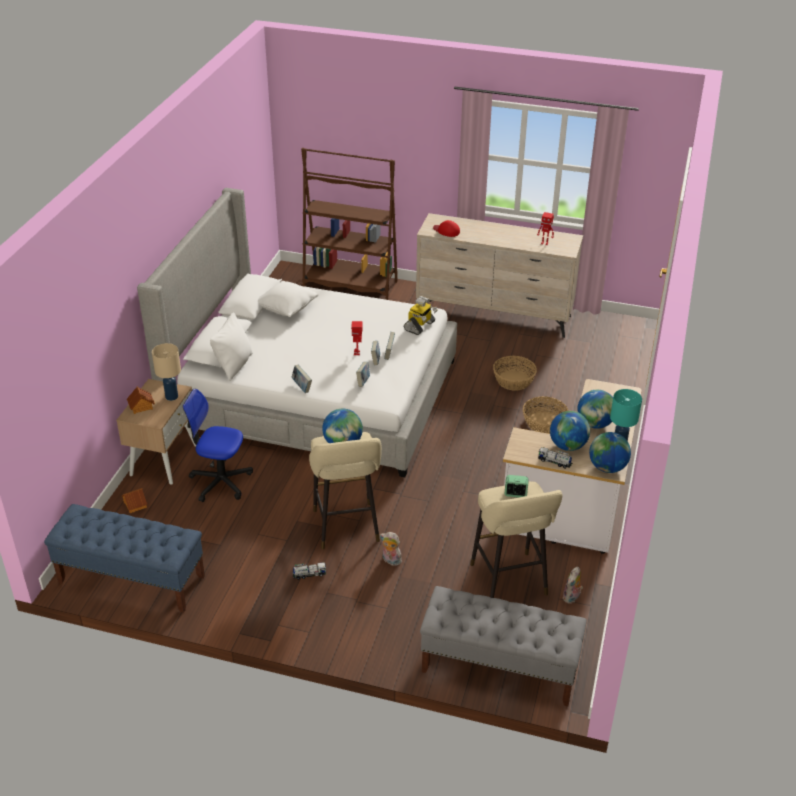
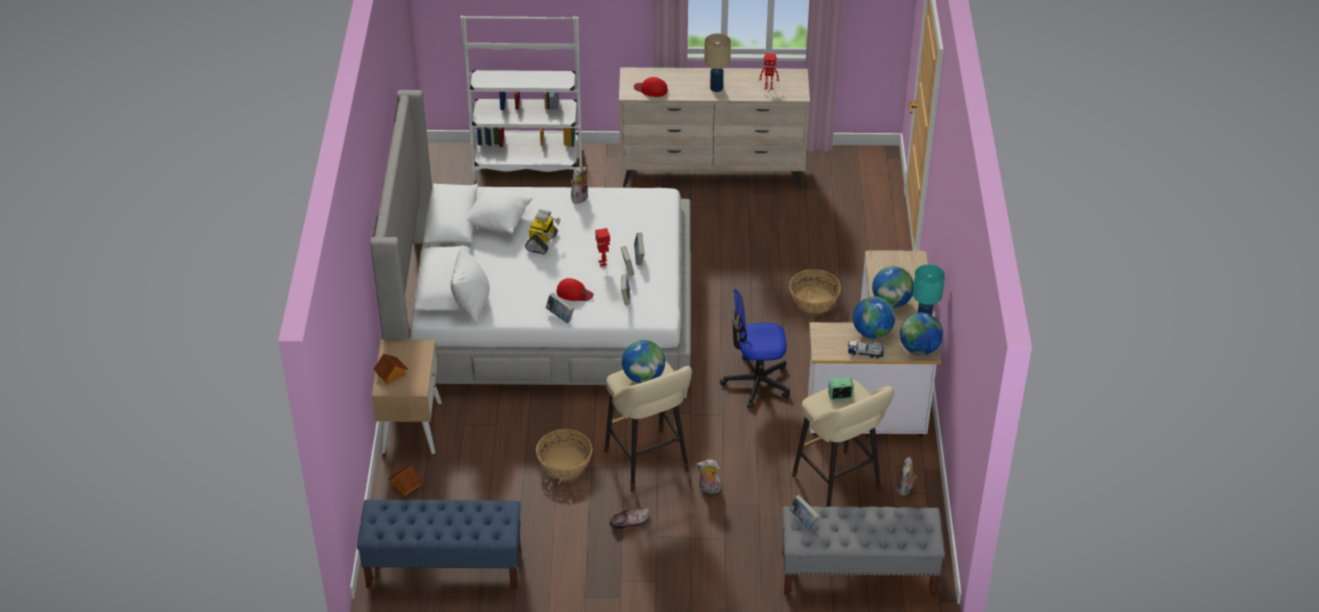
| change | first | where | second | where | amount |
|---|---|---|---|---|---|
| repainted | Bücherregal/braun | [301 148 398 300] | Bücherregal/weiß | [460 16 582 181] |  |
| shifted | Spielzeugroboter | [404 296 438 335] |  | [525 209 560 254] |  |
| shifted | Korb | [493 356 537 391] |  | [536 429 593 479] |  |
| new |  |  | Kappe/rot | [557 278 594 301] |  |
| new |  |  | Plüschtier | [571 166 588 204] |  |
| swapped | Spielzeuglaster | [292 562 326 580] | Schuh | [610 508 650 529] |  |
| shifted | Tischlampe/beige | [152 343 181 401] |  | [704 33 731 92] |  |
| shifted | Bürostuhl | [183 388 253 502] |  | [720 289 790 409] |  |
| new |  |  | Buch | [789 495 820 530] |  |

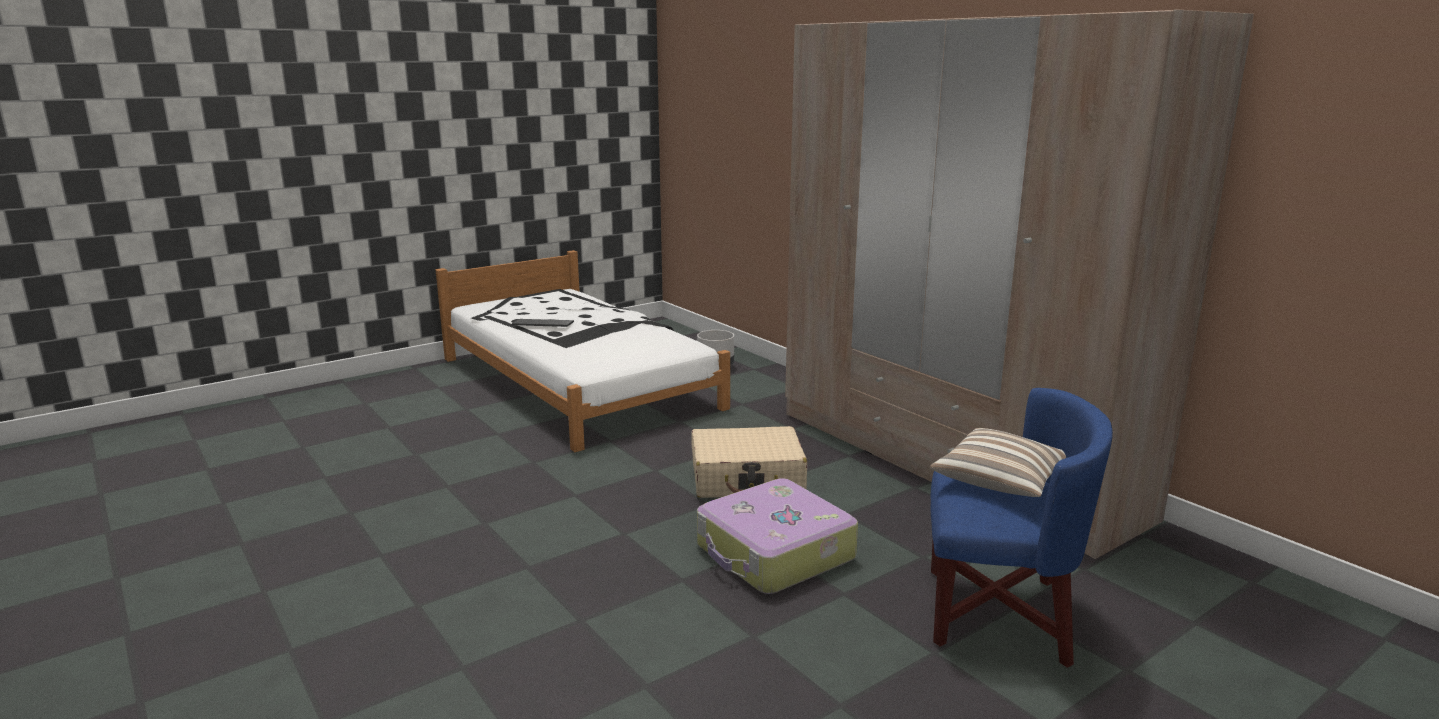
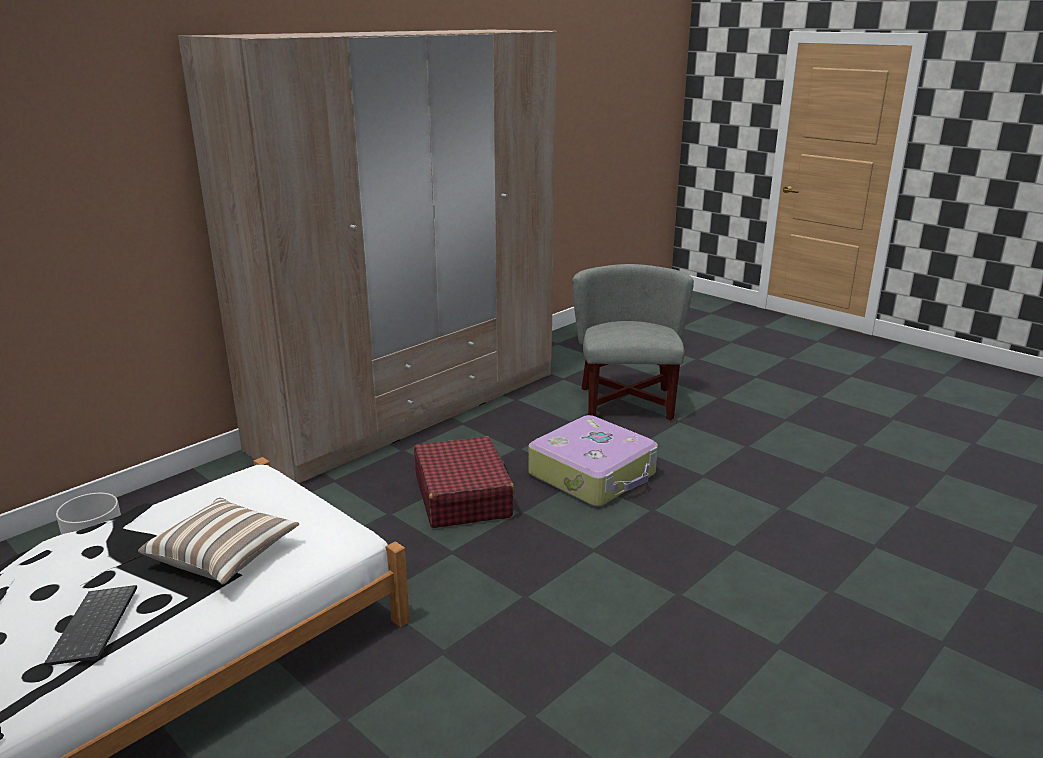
| change | first | where | second | where | amount |
|---|---|---|---|---|---|
| shifted | Kissen | [930 428 1066 497] |  | [138 498 299 585] |  |
| repainted | Koffer/beige | [691 426 807 498] | Koffer/rot | [414 436 514 528] |  |
| repainted | Sessel/blau | [931 388 1113 668] | Sessel/grau | [572 264 694 420] |  |

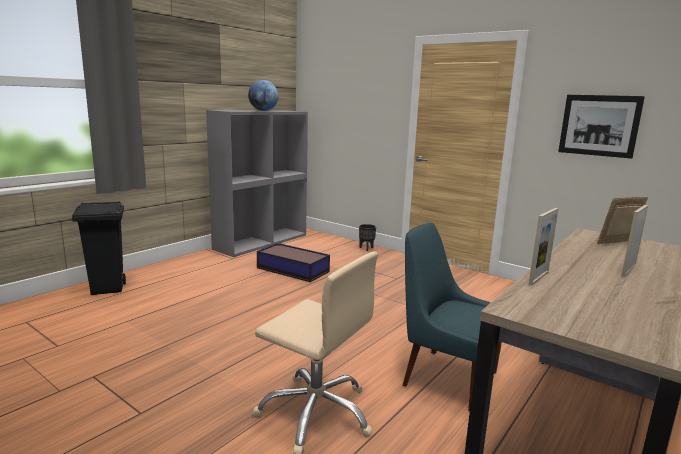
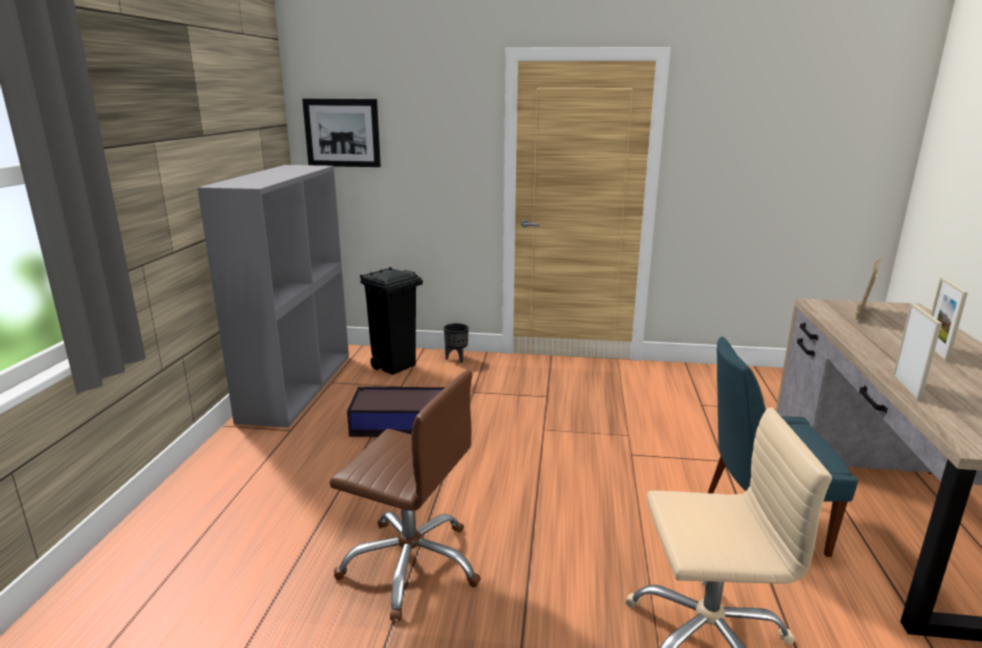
| change | first | where | second | where | amount |
|---|---|---|---|---|---|
| shifted | Bild | [558 95 645 159] |  | [302 99 381 167] |  |
| new |  |  | Bürostuhl/braun | [330 370 481 621] |  |
| shifted | Mülleimer/schwarz | [72 201 126 295] |  | [360 267 423 375] |  |
| gone | Globus | [248 80 278 111] |  |  |  |

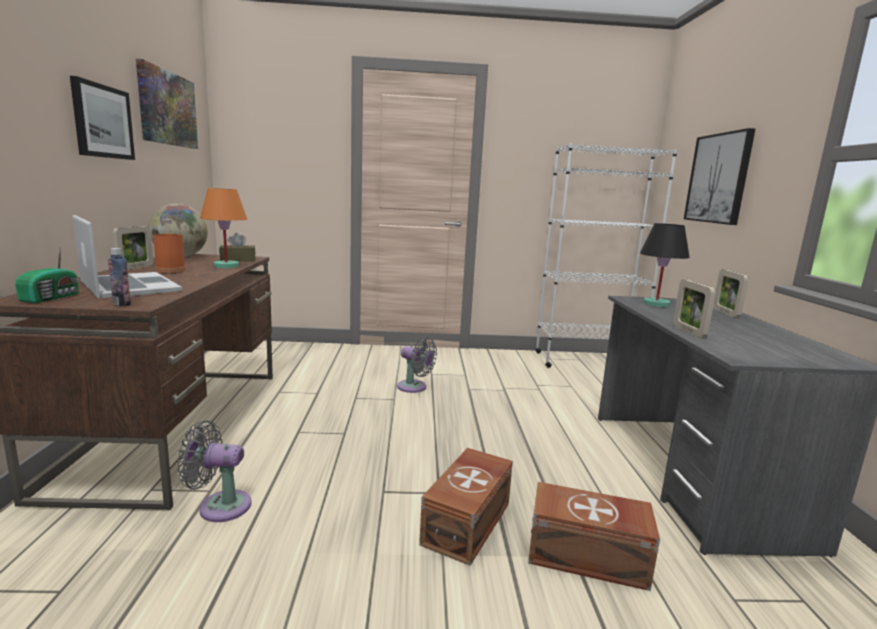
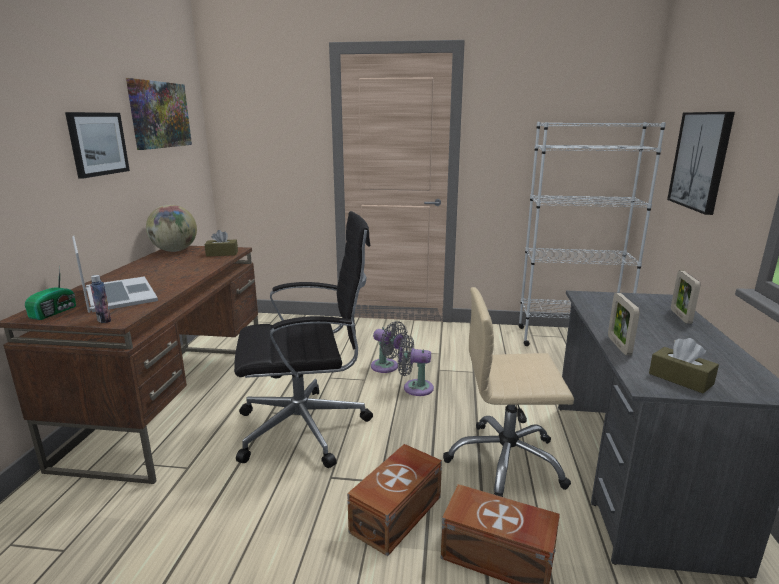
| change | first | where | second | where | amount |
|---|---|---|---|---|---|
| new |  |  | Bürostuhl/schwarz | [234 211 373 468] |  |
| shifted | Ventilator/grau | [177 421 252 522] |  | [398 335 434 396] |  |
| new |  |  | Bürostuhl/beige | [443 287 574 497] |  |
| new |  |  | Taschentuchbox/braun | [649 338 719 393] |  |
| gone | Bilderrahmen | [113 226 153 270] |  |  |  |
| gone | Flasche/orange | [153 219 186 273] |  |  |  |
| gone | Tischlampe/orange | [200 188 247 268] |  |  |  |
| gone | Tischlampe/schwarz | [640 223 690 307] |  |  |  |

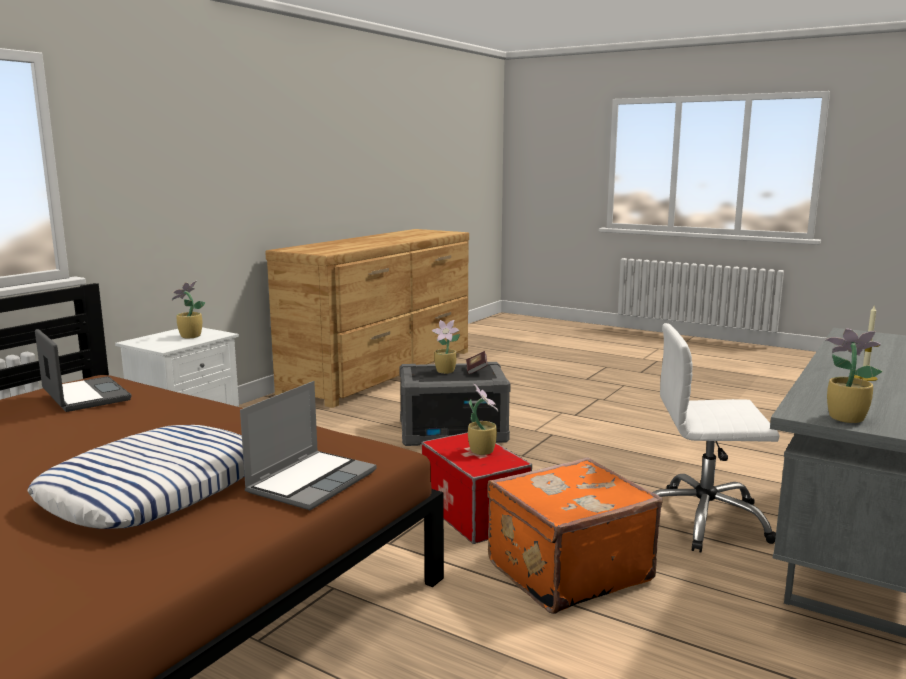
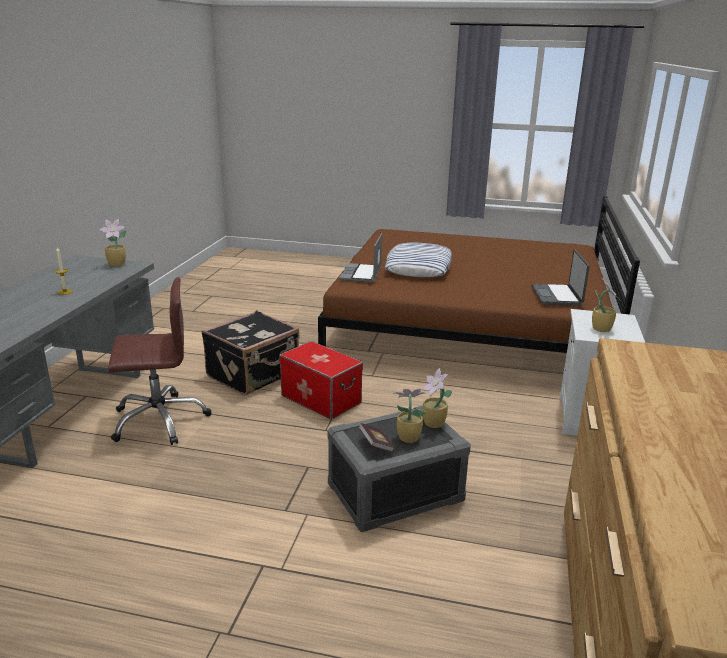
| change | first | where | second | where | amount |
|---|---|---|---|---|---|
| repainted | Bürostuhl/weiß | [653 323 779 552] | Bürostuhl/braun | [108 277 211 445] |  |
| repainted | Koffer/orange | [487 457 663 614] | Koffer/schwarz | [201 310 299 395] |  |
| shifted | Topfpflanze | [468 384 498 455] |  | [422 368 452 428] |  |
| rotated | Laptop | [35 329 132 412] |  | [532 250 590 306] | 60 degrees clockwise |

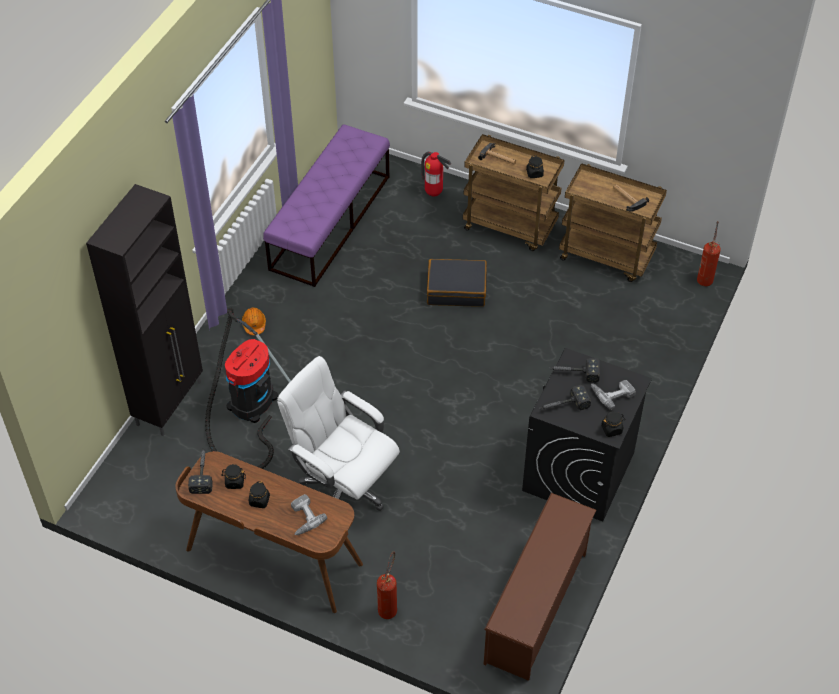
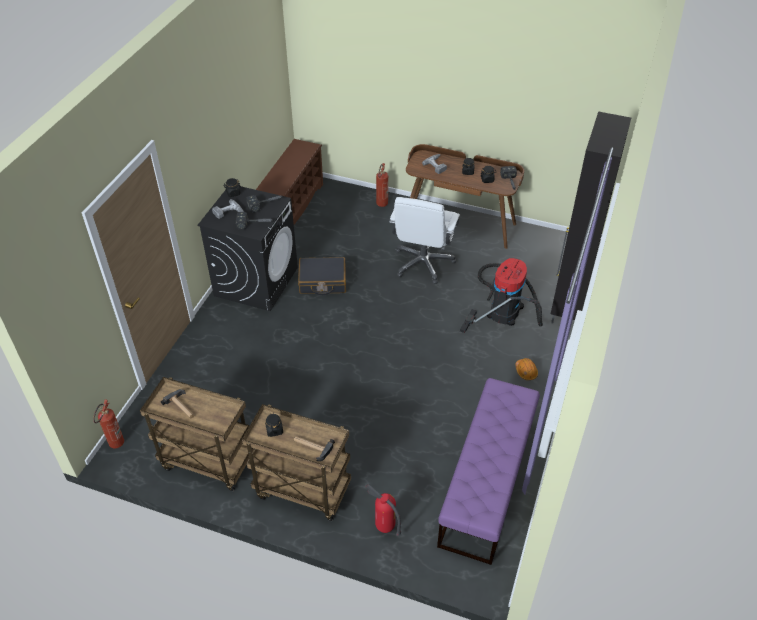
| change | first | where | second | where | amount |
|---|---|---|---|---|---|
| shifted | Koffer/schwarz | [427 259 487 307] |  | [298 257 346 295] |  |
| rotated | Bürostuhl/weiß | [277 356 400 511] |  | [389 197 460 284] | 75 degrees clockwise |

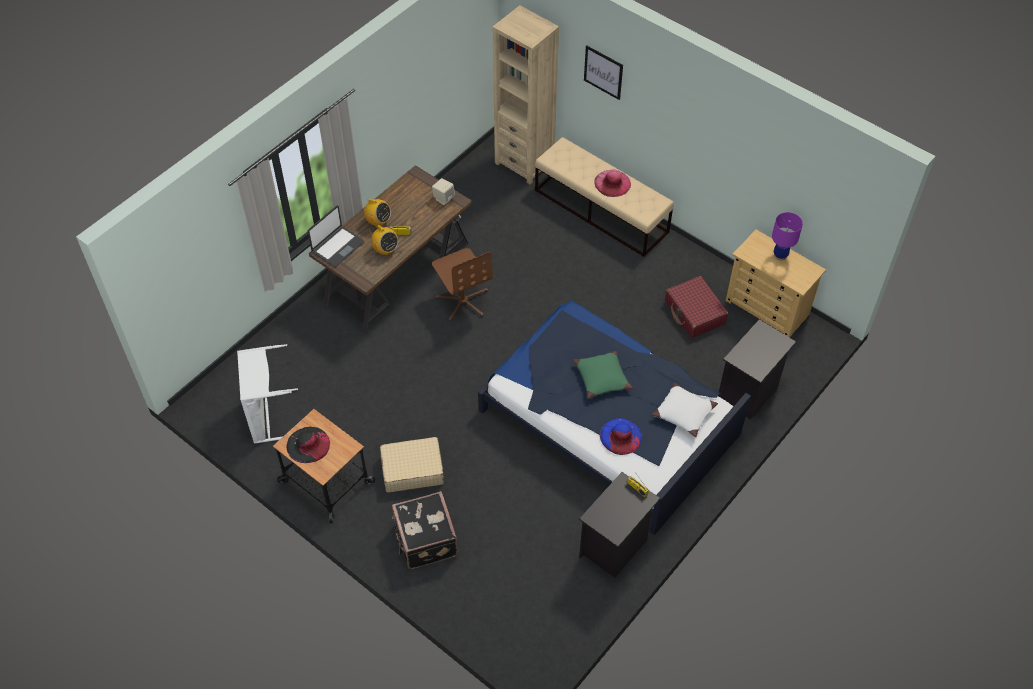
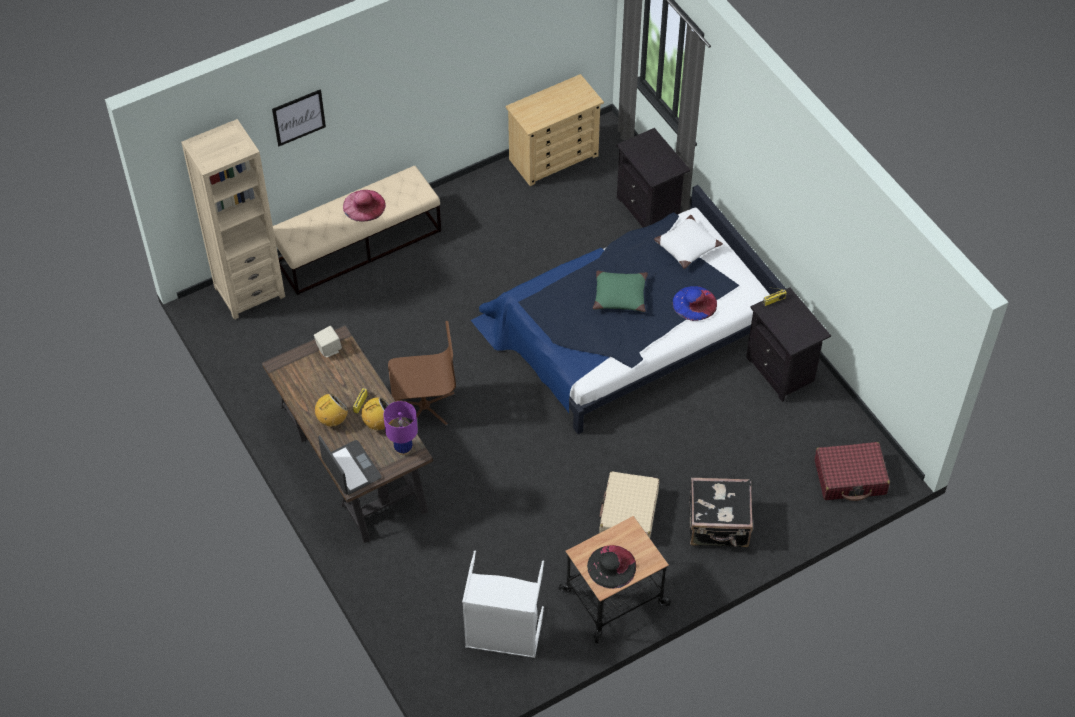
| change | first | where | second | where | amount |
|---|---|---|---|---|---|
| shifted | Tischlampe/lila | [772 212 803 260] |  | [384 401 418 455] |  |
| shifted | Koffer/rot | [665 276 728 338] |  | [815 442 890 501] |  |

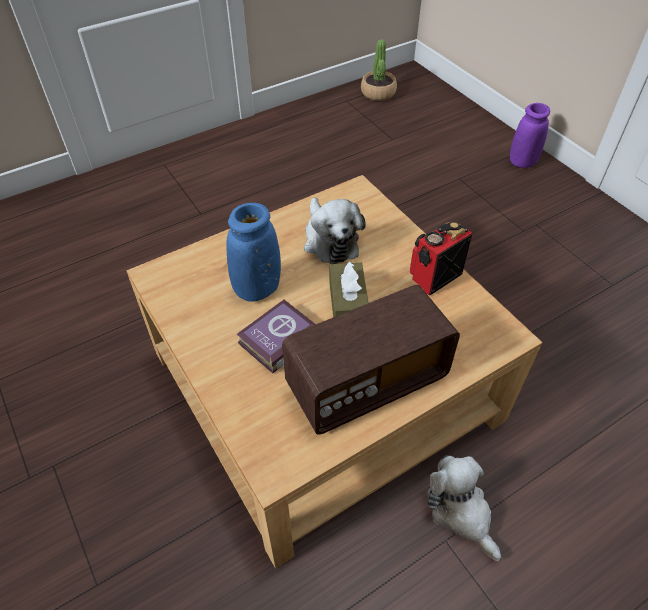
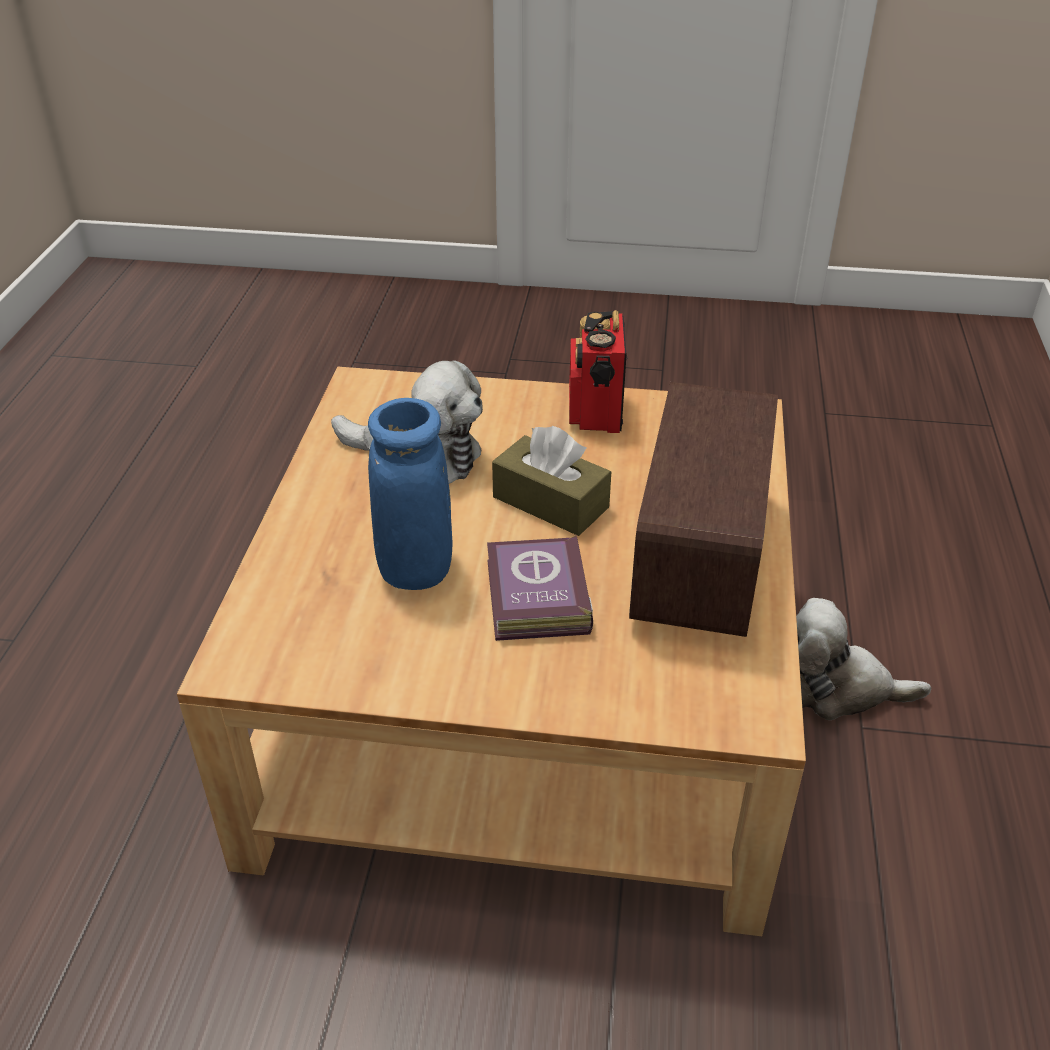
| change | first | where | second | where | amount |
|---|---|---|---|---|---|
| gone | Topfpflanze | [361 39 397 101] |  |  |  |
| gone | Vase/lila | [510 103 550 168] |  |  |  |

